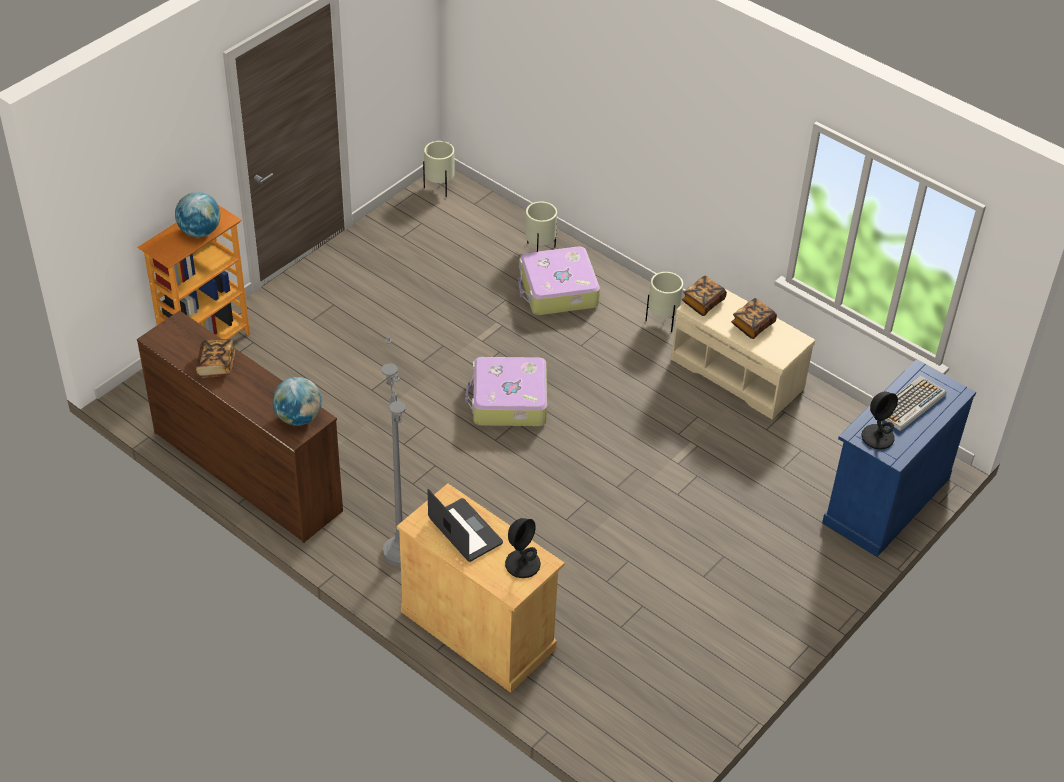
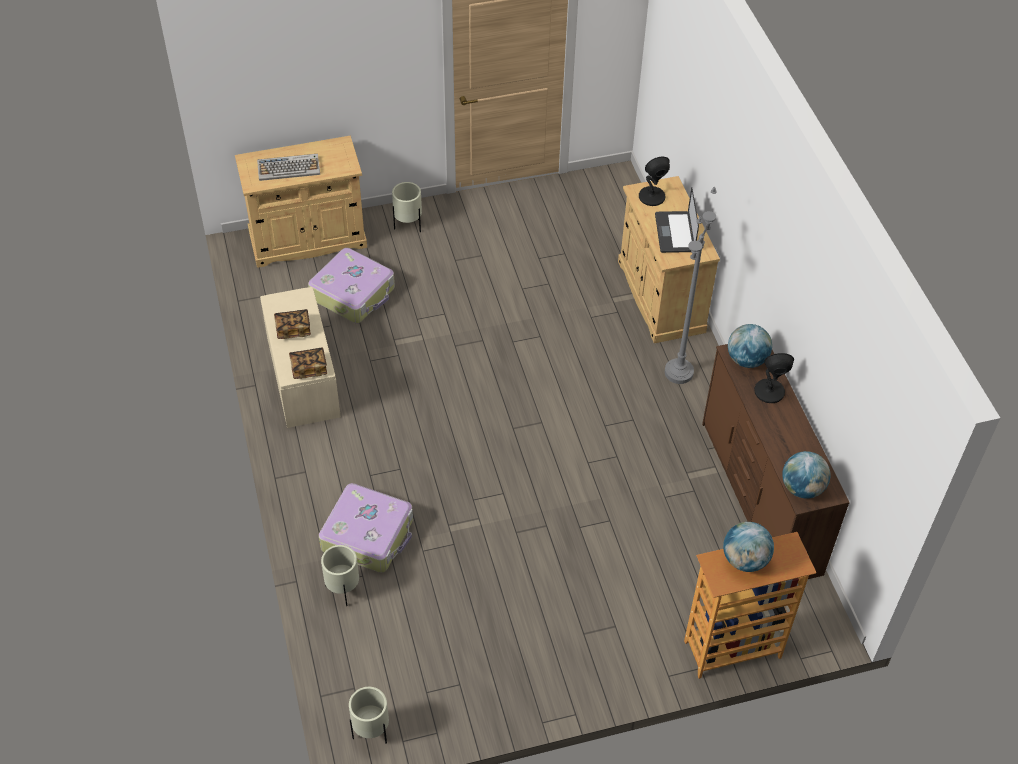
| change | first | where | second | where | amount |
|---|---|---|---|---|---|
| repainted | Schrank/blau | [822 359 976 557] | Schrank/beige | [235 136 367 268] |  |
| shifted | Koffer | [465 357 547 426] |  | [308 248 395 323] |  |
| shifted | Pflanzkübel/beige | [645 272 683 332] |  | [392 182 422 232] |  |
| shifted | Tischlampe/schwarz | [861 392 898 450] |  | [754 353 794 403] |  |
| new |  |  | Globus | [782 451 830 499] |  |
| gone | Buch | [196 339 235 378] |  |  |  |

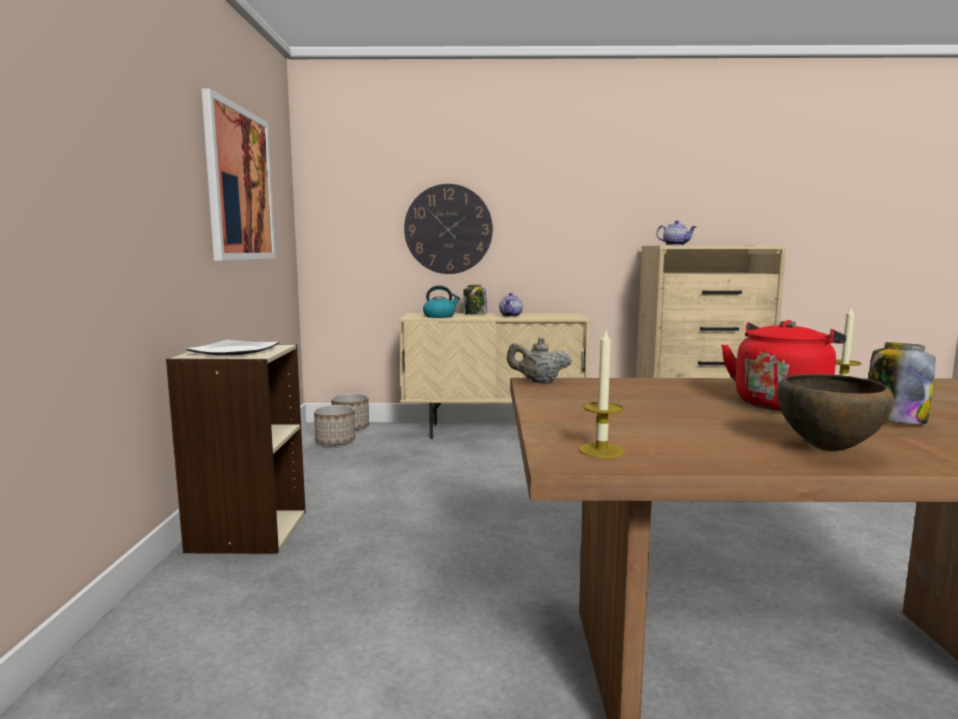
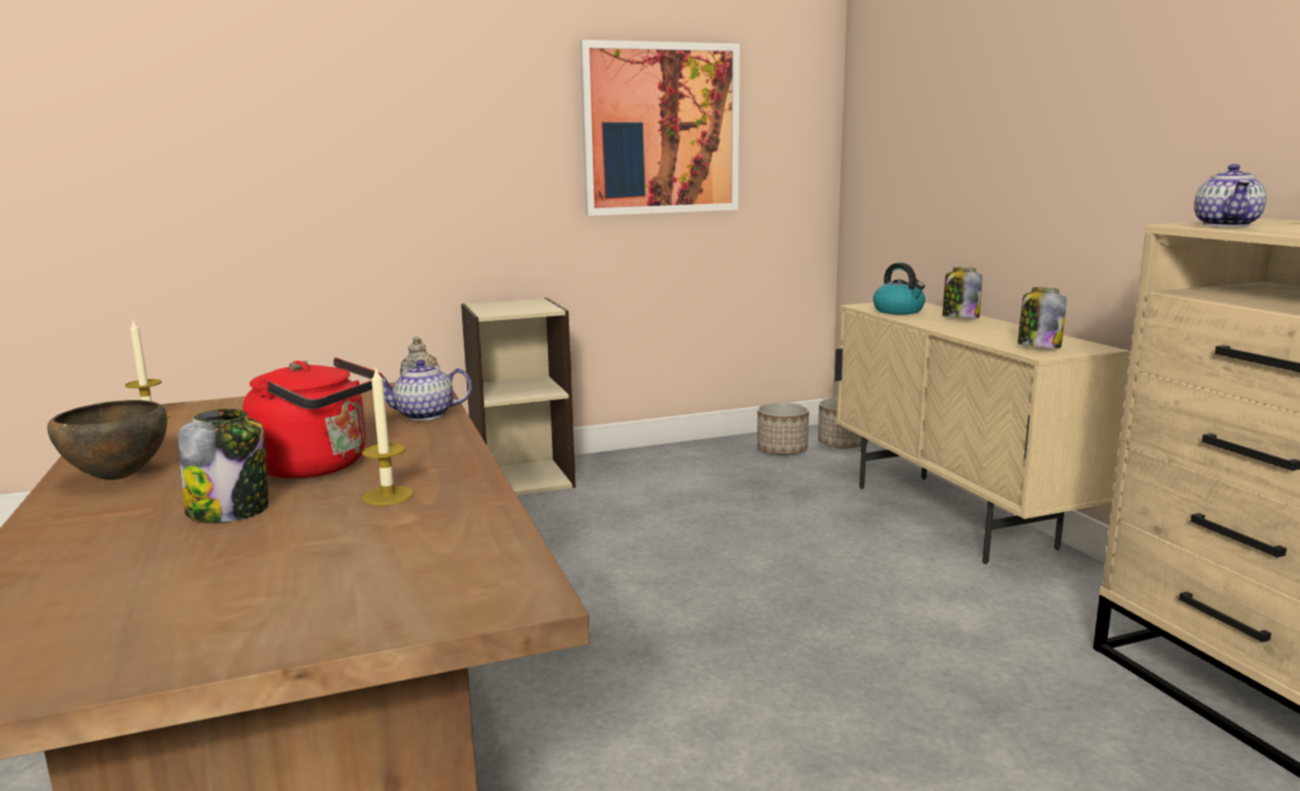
| change | first | where | second | where | amount |
|---|---|---|---|---|---|
| shifted | Teekanne | [499 293 523 317] |  | [383 360 472 421] |  |
| new |  |  | Vorratsglas | [1018 287 1066 348] |  |
| gone | Teller | [186 340 279 355] |  |  |  |
| gone | Wanduhr | [404 184 493 274] |  |  |  |

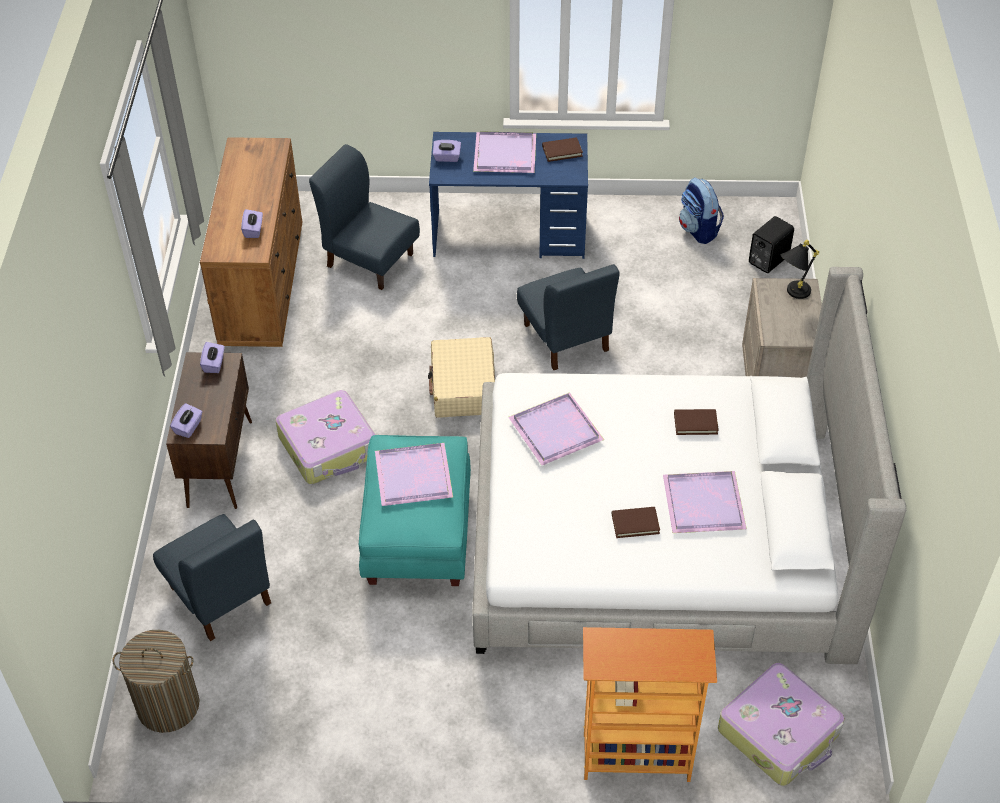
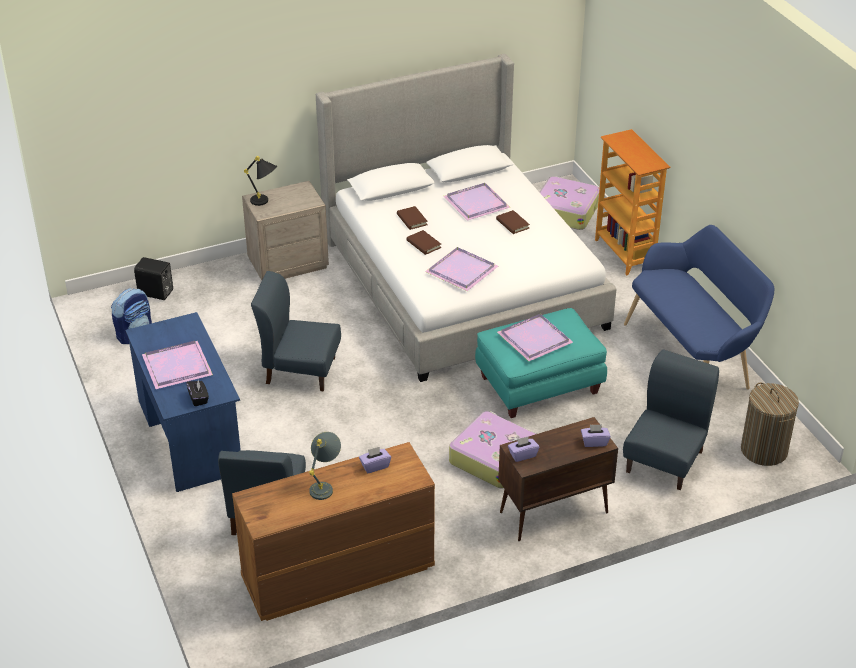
| change | first | where | second | where | amount |
|---|---|---|---|---|---|
| repainted | Taschentuchbox/lila | [433 140 461 162] | Taschentuchbox/schwarz | [186 379 209 406] |  |
| rotated | Stuhl/blau | [517 264 620 370] |  | [251 271 341 391] | 120 degrees counterclockwise |
| new |  |  | Tischlampe/grau | [309 432 341 500] |  |
| shifted | Buch/braun | [542 137 583 162] |  | [407 230 441 255] |  |
| new |  |  | Bank/blau | [624 225 774 390] |  |
| gone | Koffer/beige | [428 337 495 418] |  |  |  |

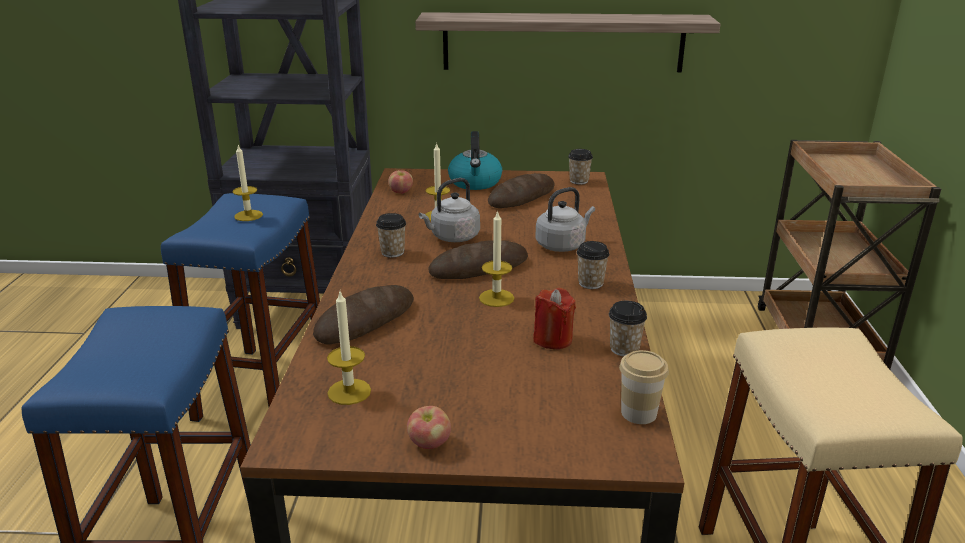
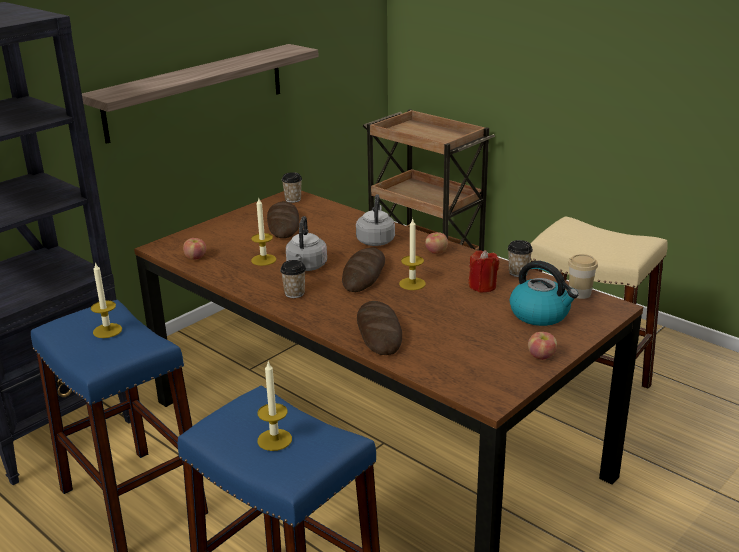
| change | first | where | second | where | amount |
|---|---|---|---|---|---|
| shifted | Kerze | [327 292 371 405] |  | [257 361 292 451] |  |
| swapped | Tasse | [577 241 609 289] | Apfel | [425 232 448 254] |  |
| shifted | Wasserkessel | [448 131 502 190] |  | [510 261 579 326] |  |

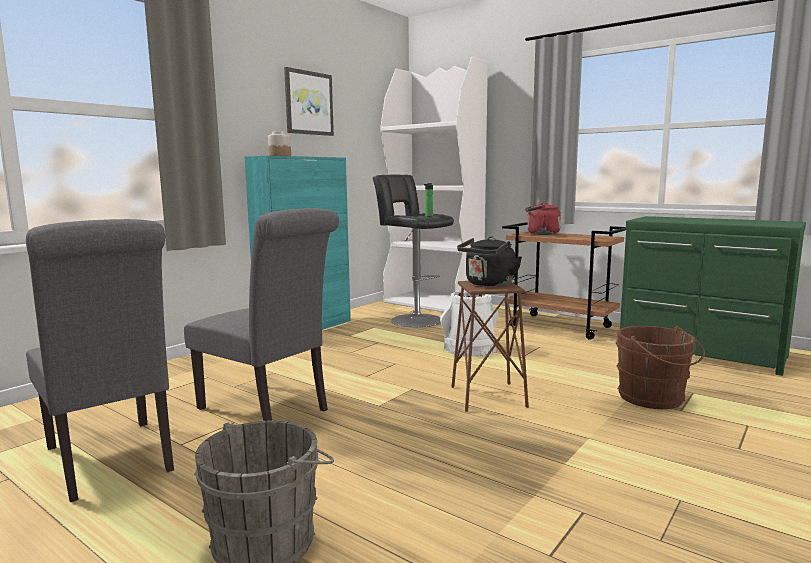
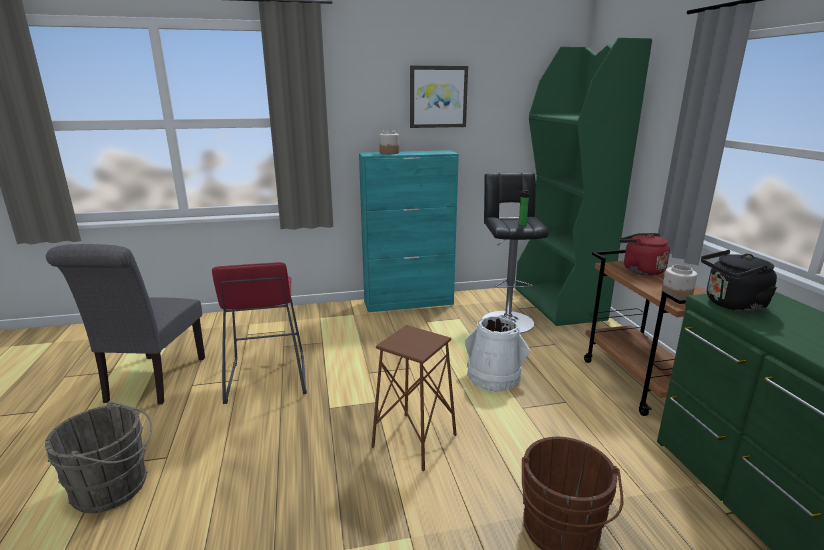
| change | first | where | second | where | amount |
|---|---|---|---|---|---|
| swapped | Stuhl/grau | [184 208 339 421] | Hocker/rot | [212 262 307 404] |  |
| repainted | Bücherregal/weiß | [380 57 488 312] | Bücherregal/grün | [515 38 652 326] |  |
| new |  |  | Vorratsglas | [661 265 697 300] |  |
| shifted | Wasserkessel/schwarz | [457 236 522 287] |  | [701 250 777 312] |  |

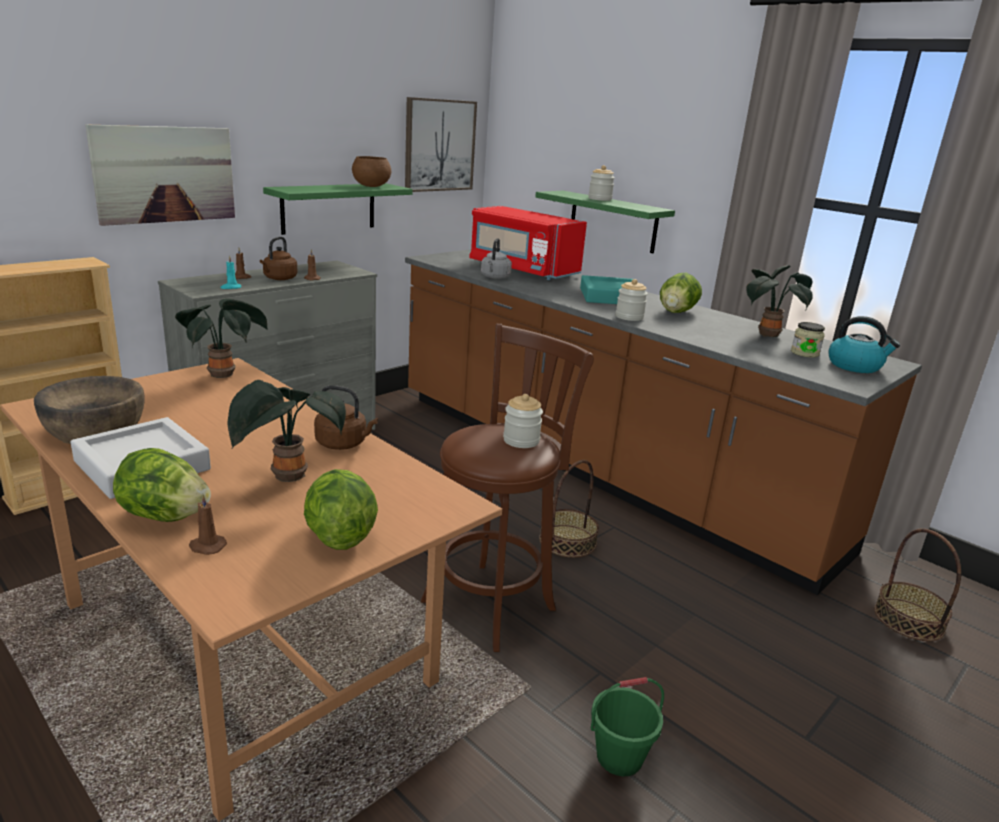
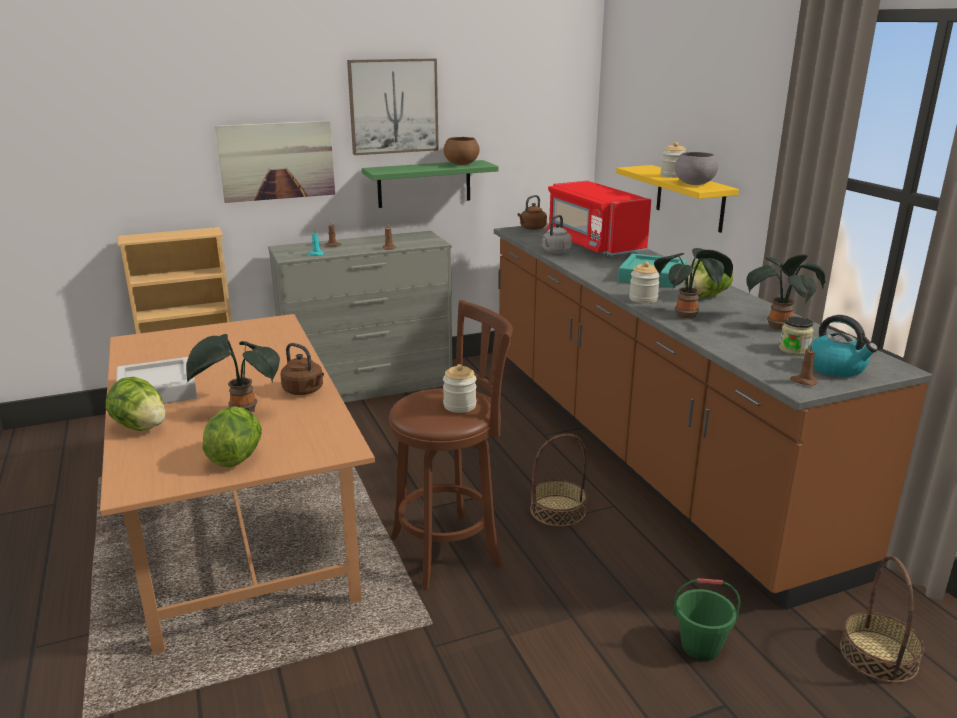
| change | first | where | second | where | amount |
|---|---|---|---|---|---|
| shifted | Bild | [405 97 477 192] |  | [347 58 439 155] |  |
| shifted | Wasserkessel/braun | [260 237 298 280] |  | [517 195 547 230] |  |
| repainted | Wandregal/grün | [535 191 675 253] | Wandregal/gelb | [616 165 739 233] |  |
| shifted | Topfpflanze | [175 298 269 378] |  | [654 248 733 319] |  |
| shifted | Eimer/grün | [591 677 664 776] |  | [673 578 741 661] |  |
| new |  |  | Schüssel/grau | [675 152 718 185] |  |
| shifted | Kerze/braun | [189 494 227 555] |  | [790 343 818 386] |  |
| gone | Schüssel/braun | [34 376 145 444] |  |  |  |

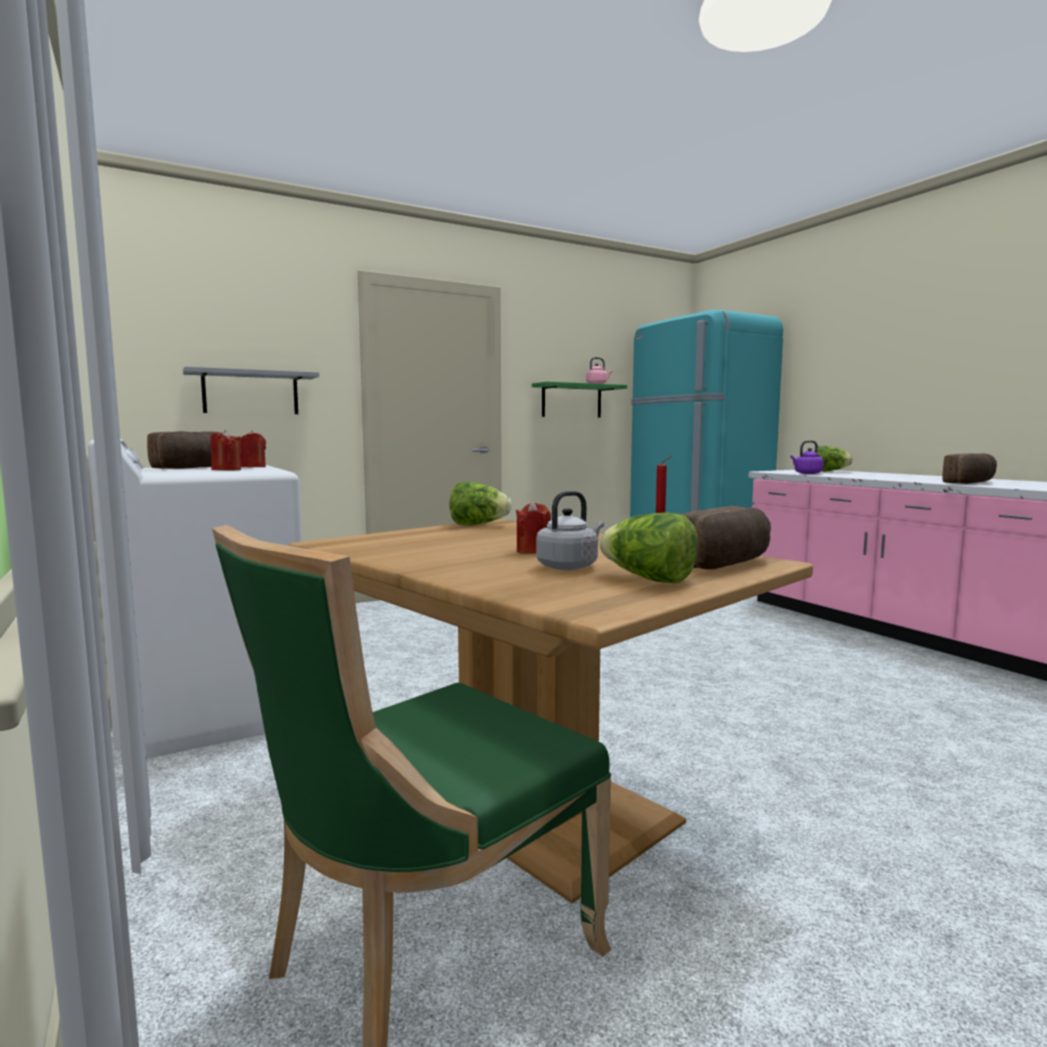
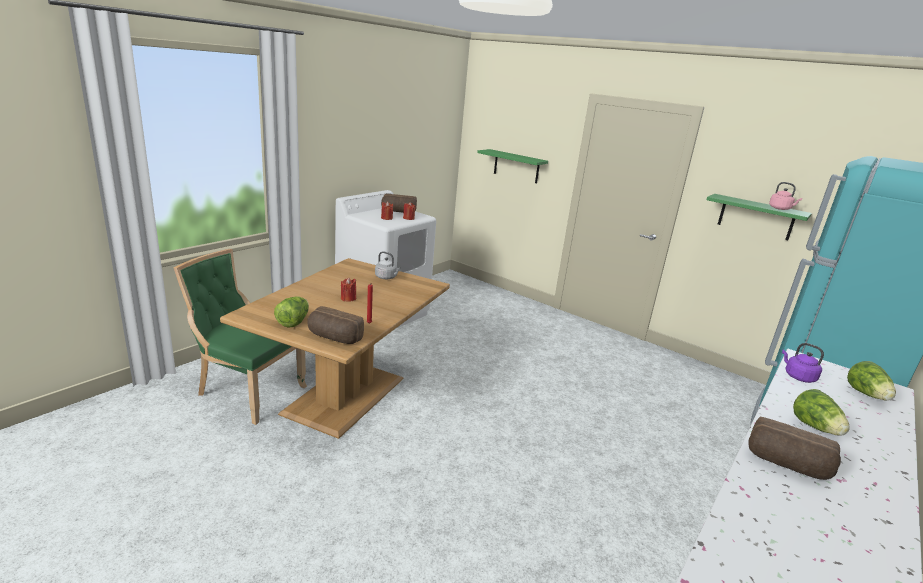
| change | first | where | second | where | amount |
|---|---|---|---|---|---|
| shifted | Wasserkessel/grau | [536 491 604 570] |  | [375 251 401 279] |  |
| repainted | Wandregal/grau | [183 366 319 414] | Wandregal/grün | [477 149 548 183] |  |
| shifted | Salatkopf | [450 482 512 526] |  | [793 389 850 436] |  |

